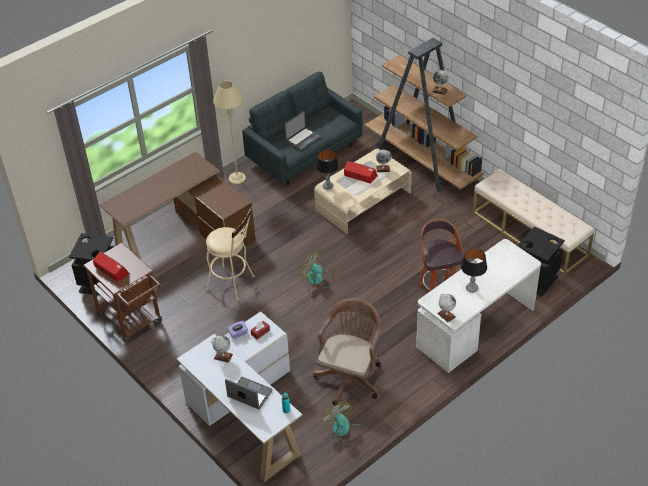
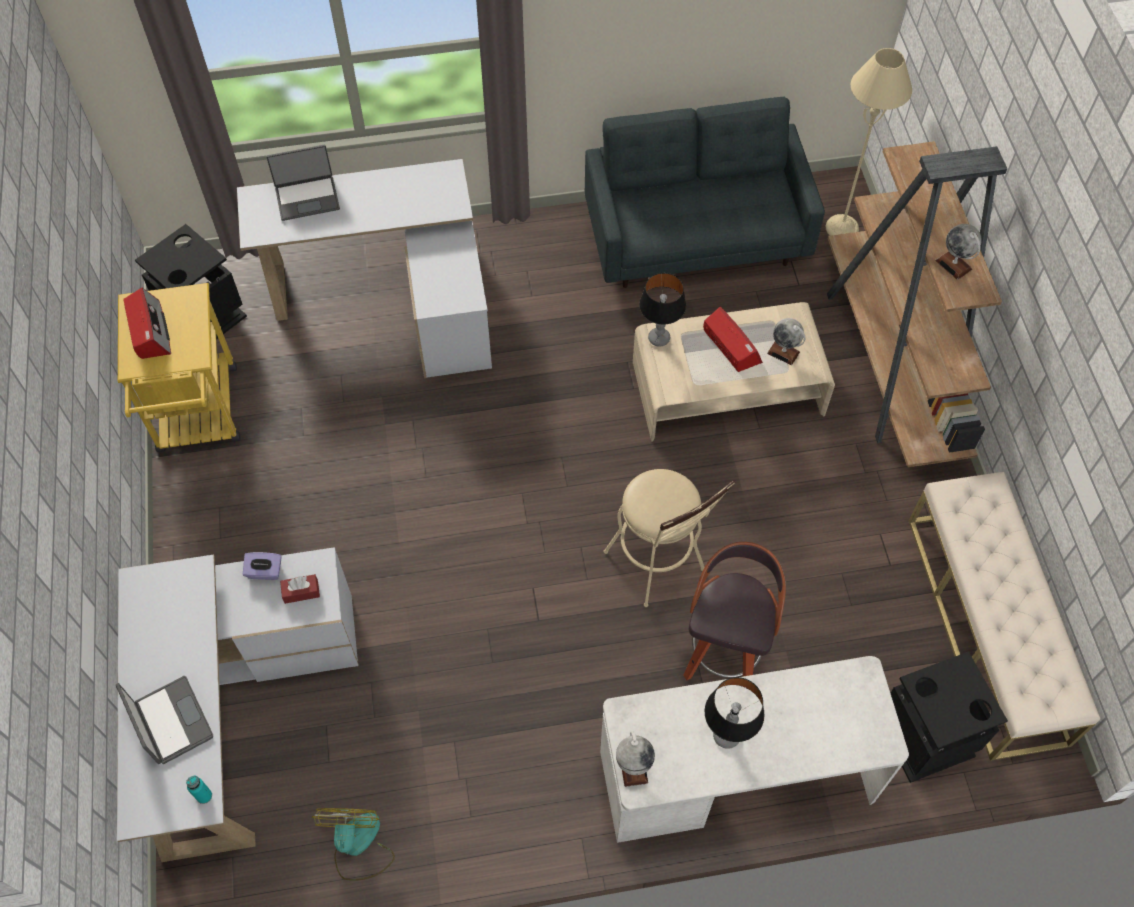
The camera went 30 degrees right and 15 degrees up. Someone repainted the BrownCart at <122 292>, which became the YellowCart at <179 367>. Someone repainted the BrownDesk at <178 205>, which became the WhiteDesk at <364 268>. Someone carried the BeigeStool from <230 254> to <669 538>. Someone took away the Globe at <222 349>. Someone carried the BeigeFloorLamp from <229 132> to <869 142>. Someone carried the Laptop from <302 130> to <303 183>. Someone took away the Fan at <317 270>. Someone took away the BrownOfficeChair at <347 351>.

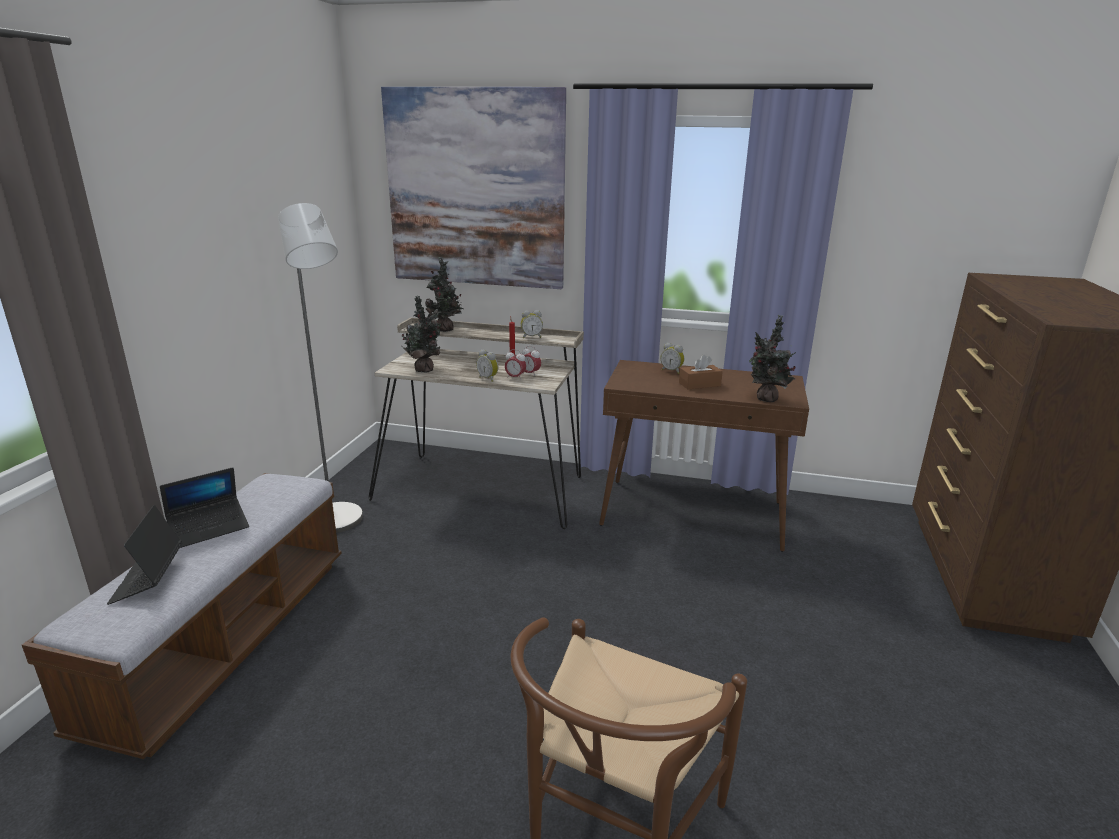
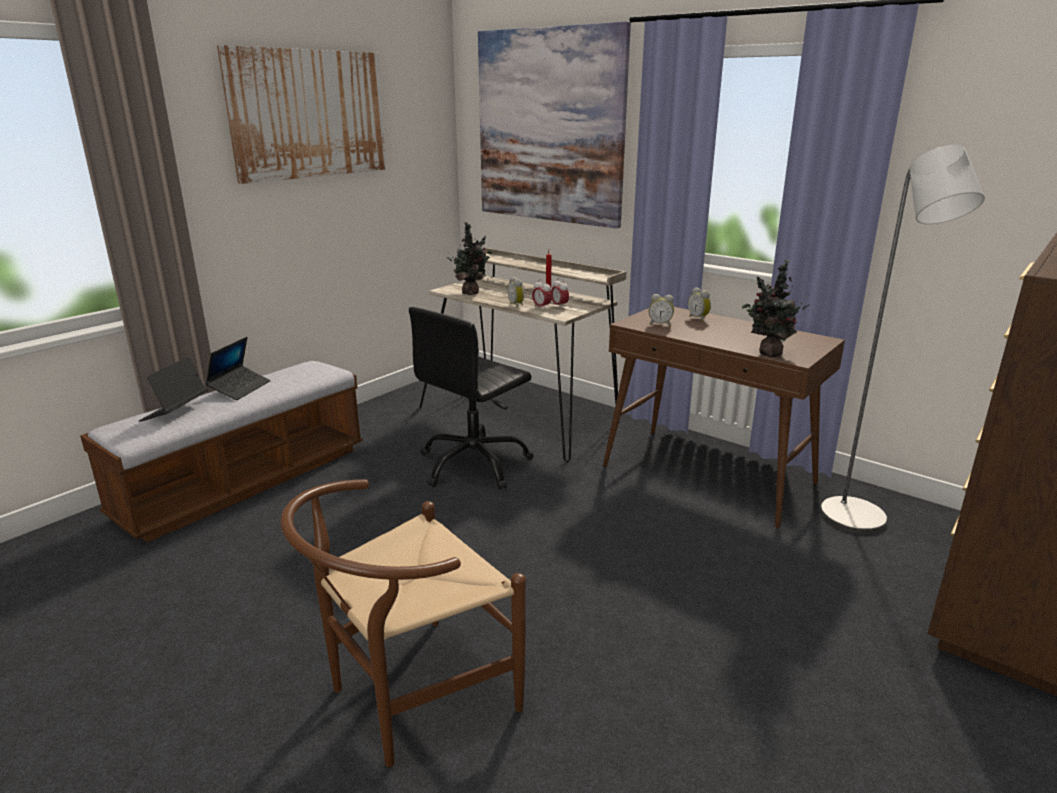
The camera went 25 degrees right and 0 degrees up. Someone rotated the Laptop at <204 507> by 60 degrees counterclockwise. Someone carried the GreyFloorLamp from <320 368> to <902 339>. Someone took away the PottedPlant at <444 294>. Someone carried the AlarmClock from <532 324> to <661 310>. Someone took away the BrownTissueBox at <701 371>. Someone put up the Picture at <302 114>. Someone put down the BlackOfficeChair at <471 398>.

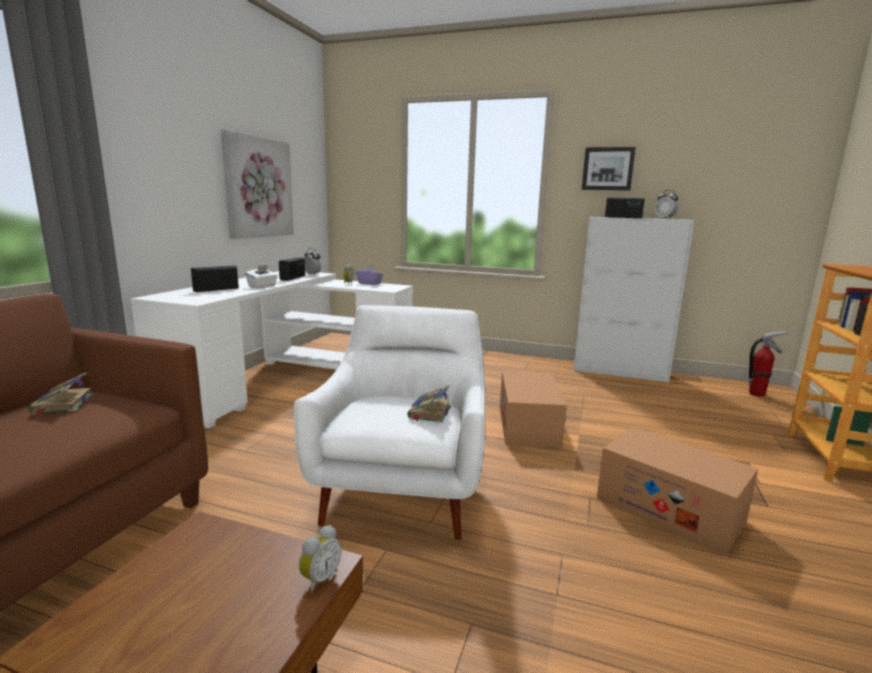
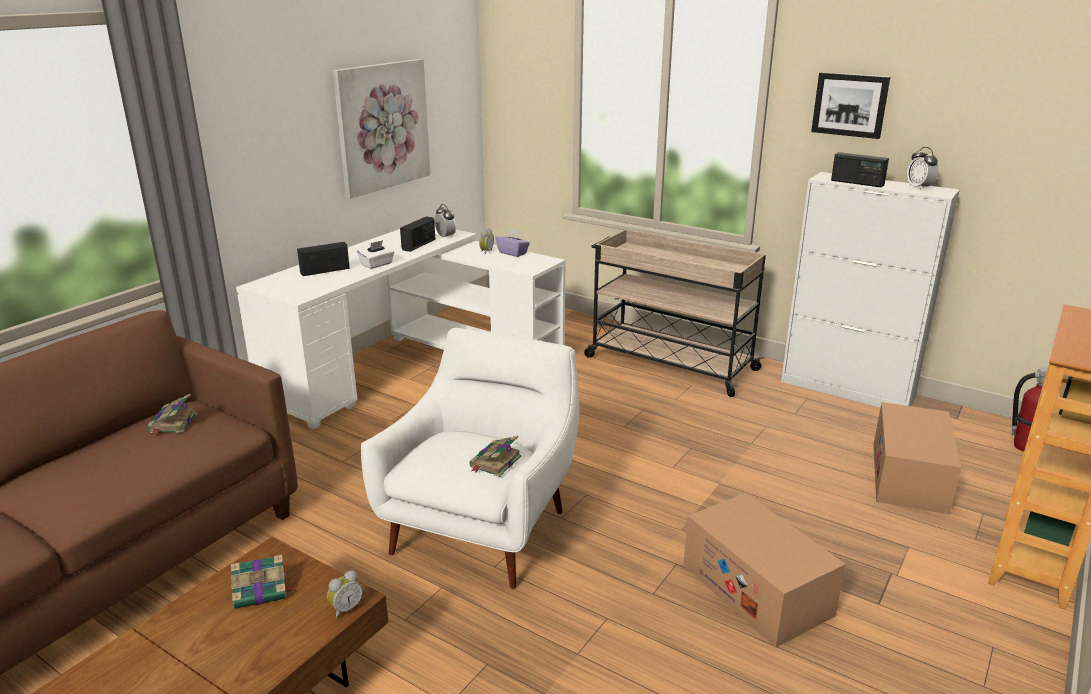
The camera went 15 degrees right and 10 degrees up. Someone carried the CardboardBox from <533 409> to <917 458>. Someone put down the Book at <263 582>. Someone put down the BeigeCart at <675 313>.

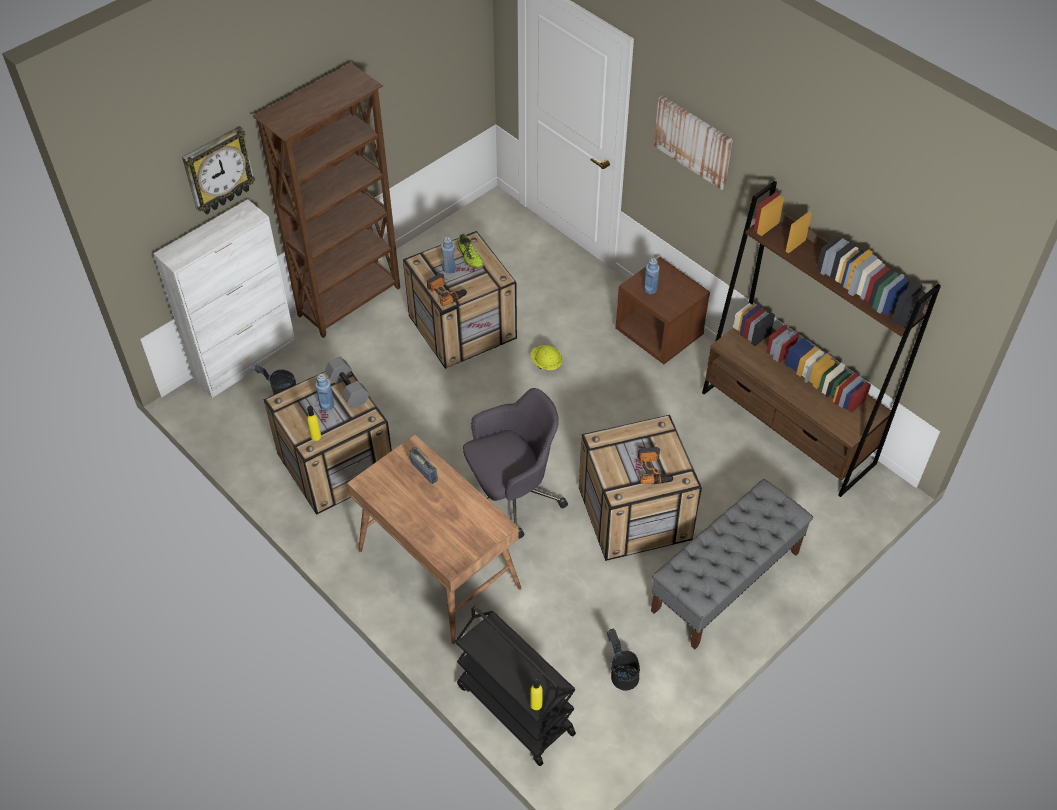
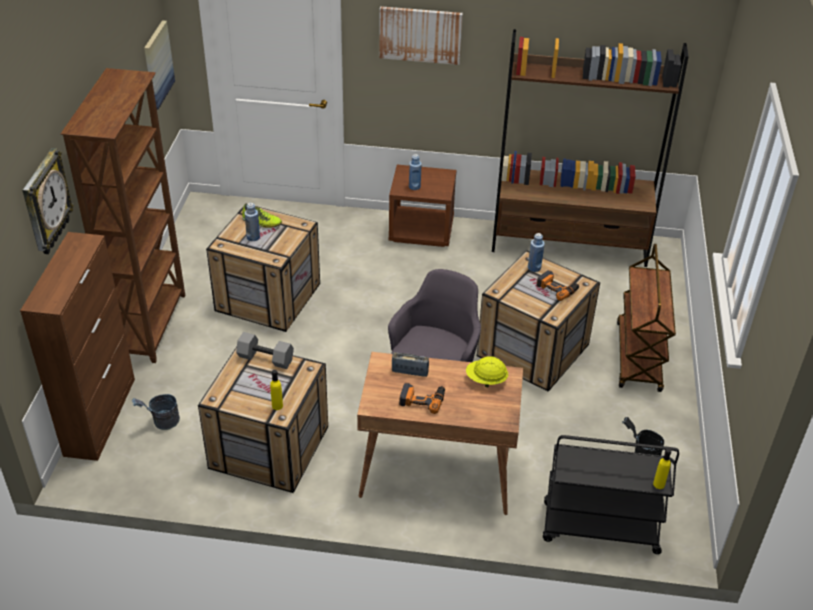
The camera went 40 degrees left and 10 degrees down. Someone repainted the WhiteCabinet at <224 298>, which became the BrownCabinet at <77 346>. Someone carried the BlueBottle from <324 392> to <536 252>. Someone carried the PowerDrill from <447 289> to <422 398>. Someone carried the YellowHardHat from <546 357> to <487 371>. Someone swapped the GreyBench at <732 564> for the BrownCart at <646 318>. Someone put up the Picture at <159 65>.

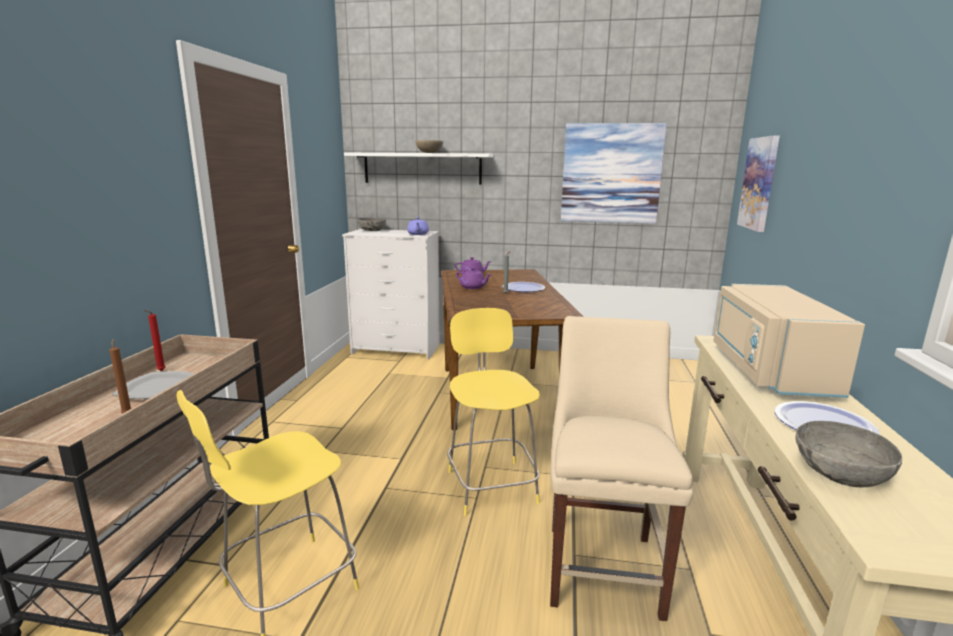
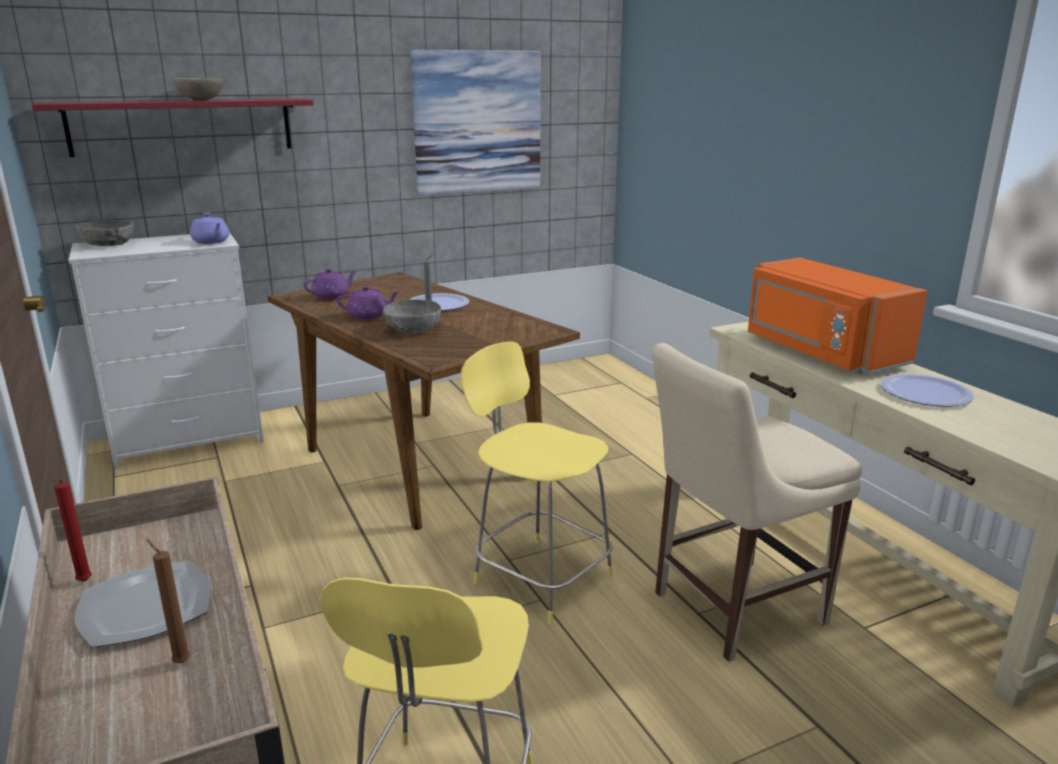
The camera went 35 degrees left and 5 degrees up. Someone repainted the WhiteShelf at <418 169>, which became the RedShelf at <173 127>. Someone rotated the BeigeChair at <621 468> by 90 degrees counterclockwise. Someone repainted the BeigeMicrowave at <789 341>, which became the OrangeMicrowave at <838 316>. Someone took away the Picture at <758 183>. Someone carried the GreyBowl from <849 454> to <412 316>.

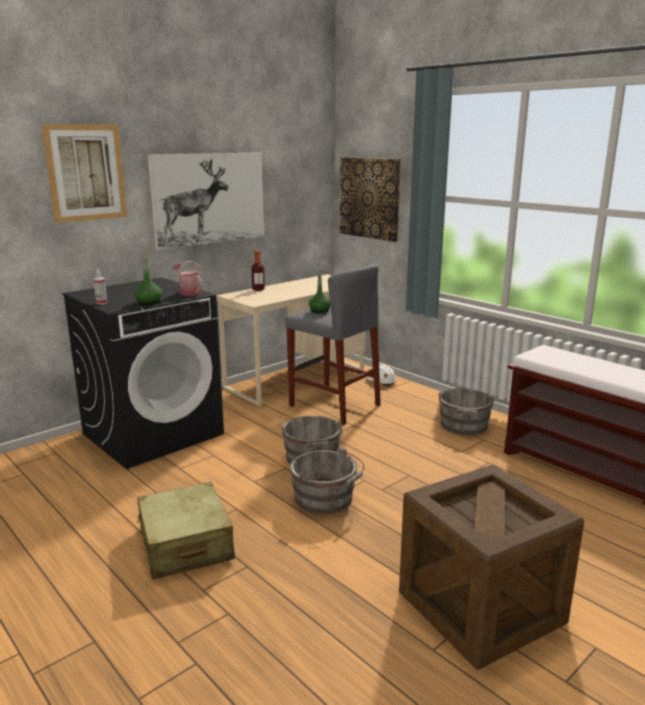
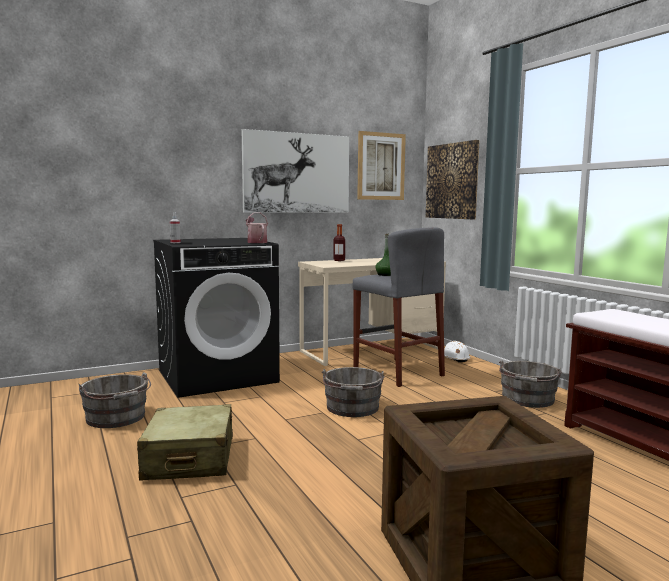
The camera went 15 degrees right and 10 degrees down. Someone carried the Picture from <84 173> to <381 165>. Someone took away the GreenBottle at <148 278>. Someone carried the GreyBucket from <327 480> to <115 400>.

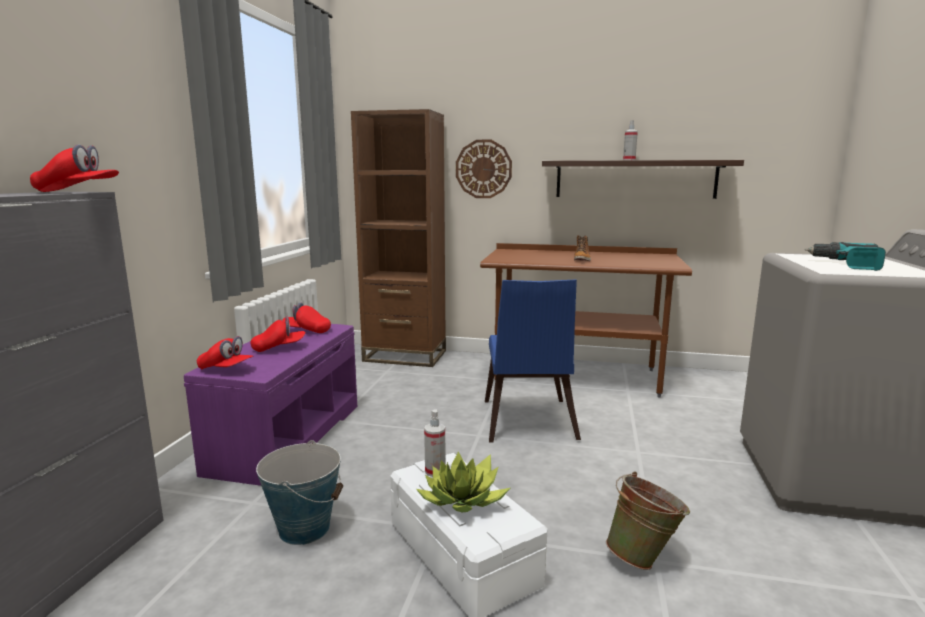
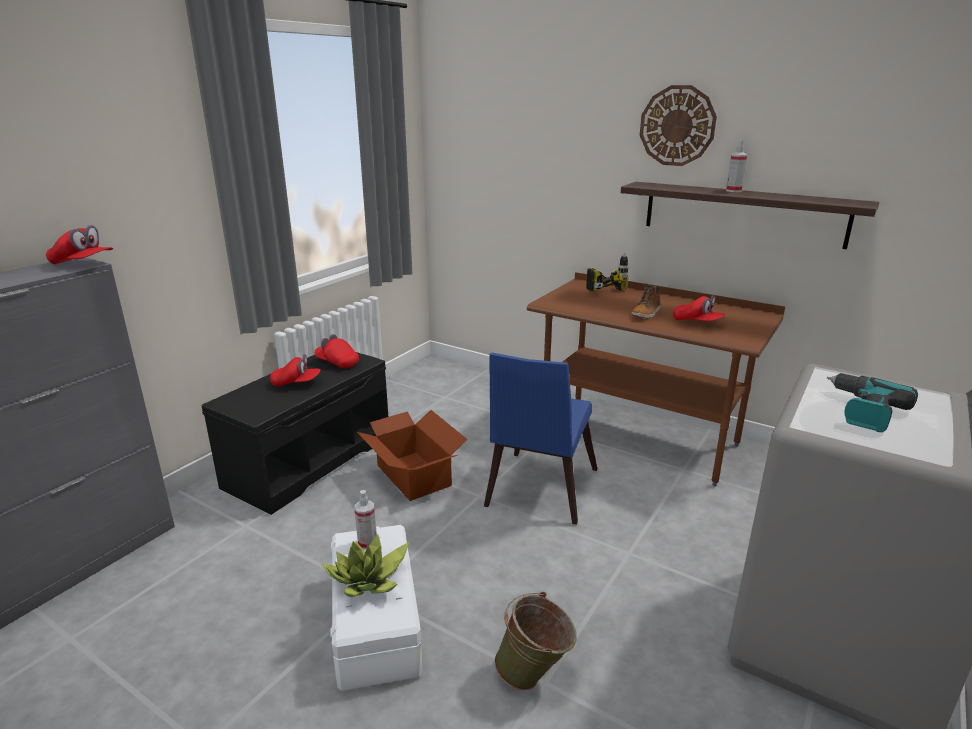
The camera went 20 degrees right and 10 degrees up. Someone repainted the PurpleBench at <270 405>, which became the BlackBench at <295 433>. Someone carried the RedCap from <225 352> to <699 308>. Someone took away the Bucket at <299 492>. Someone took away the BrownBookcase at <398 238>. Someone carried the WallClock from <484 169> to <678 125>. Someone put down the CardboardBox at <412 455>. Someone put down the PowerDrill at <607 272>.

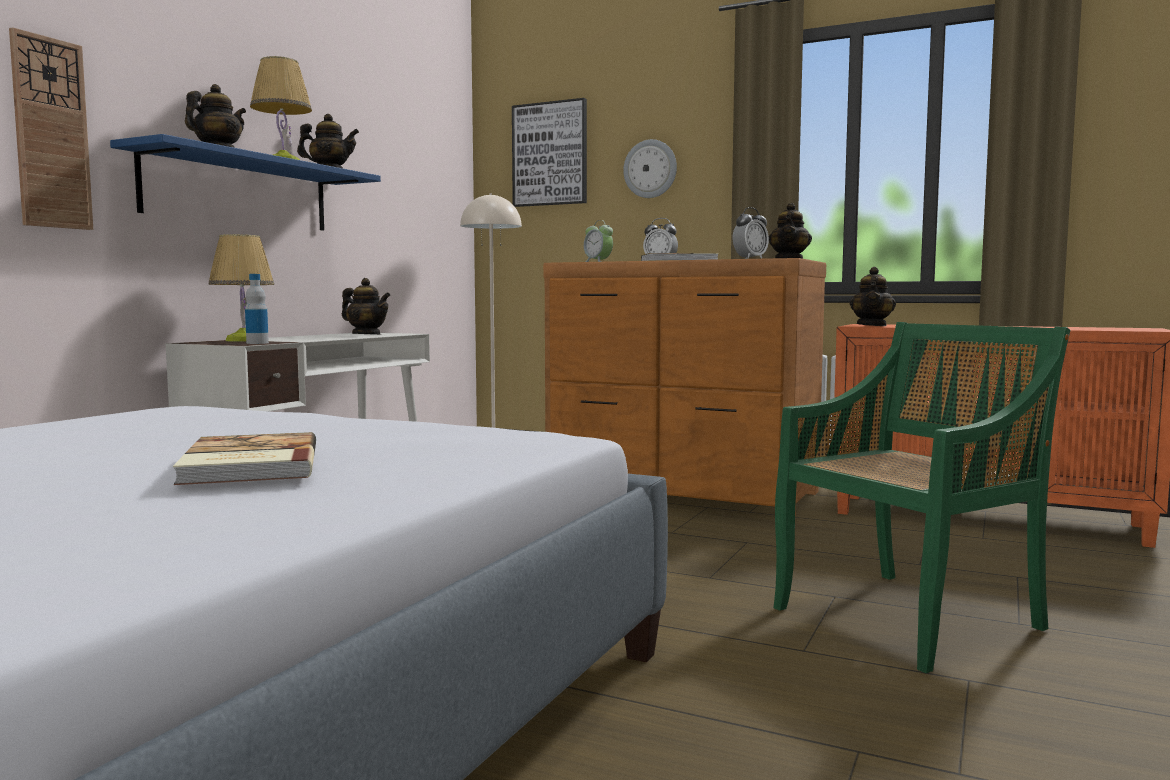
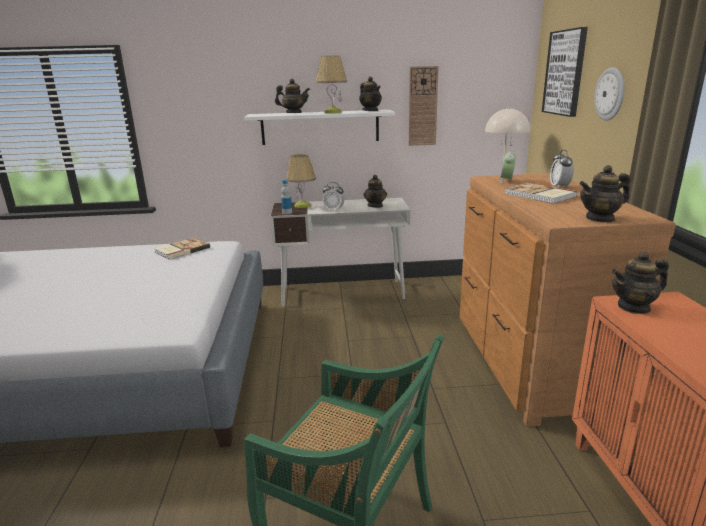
The camera went 60 degrees right and 15 degrees up. Someone carried the WallClock from <51 128> to <423 106>. Someone repainted the BlueShelf at <245 182>, which became the WhiteShelf at <319 127>. Someone carried the Book from <244 458> to <182 249>. Someone carried the AlarmClock from <751 233> to <334 197>.

